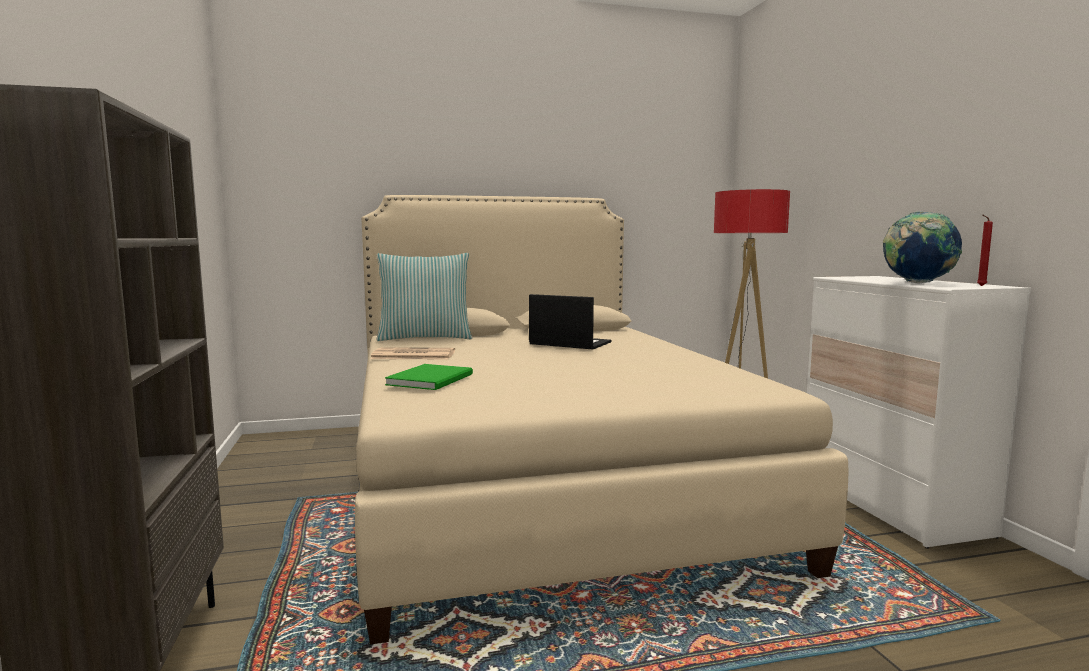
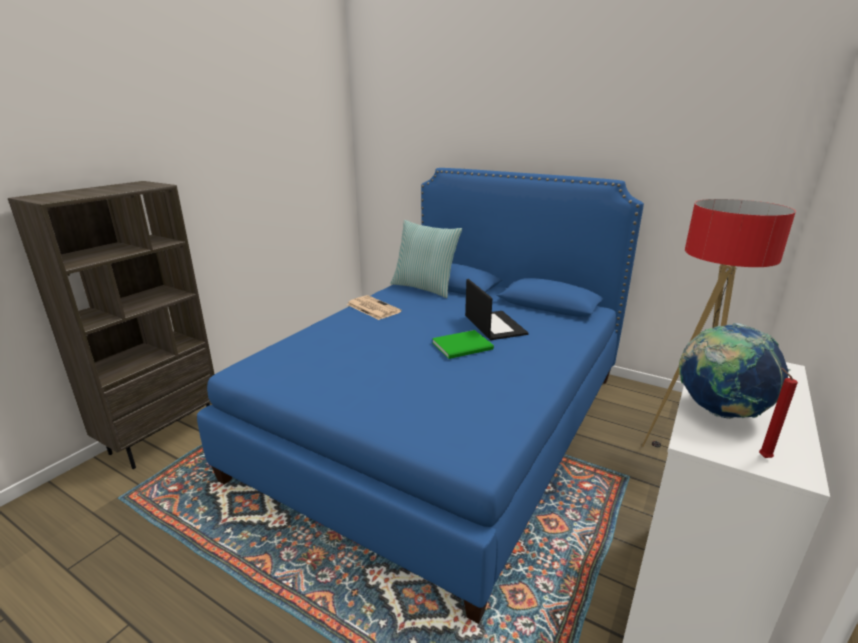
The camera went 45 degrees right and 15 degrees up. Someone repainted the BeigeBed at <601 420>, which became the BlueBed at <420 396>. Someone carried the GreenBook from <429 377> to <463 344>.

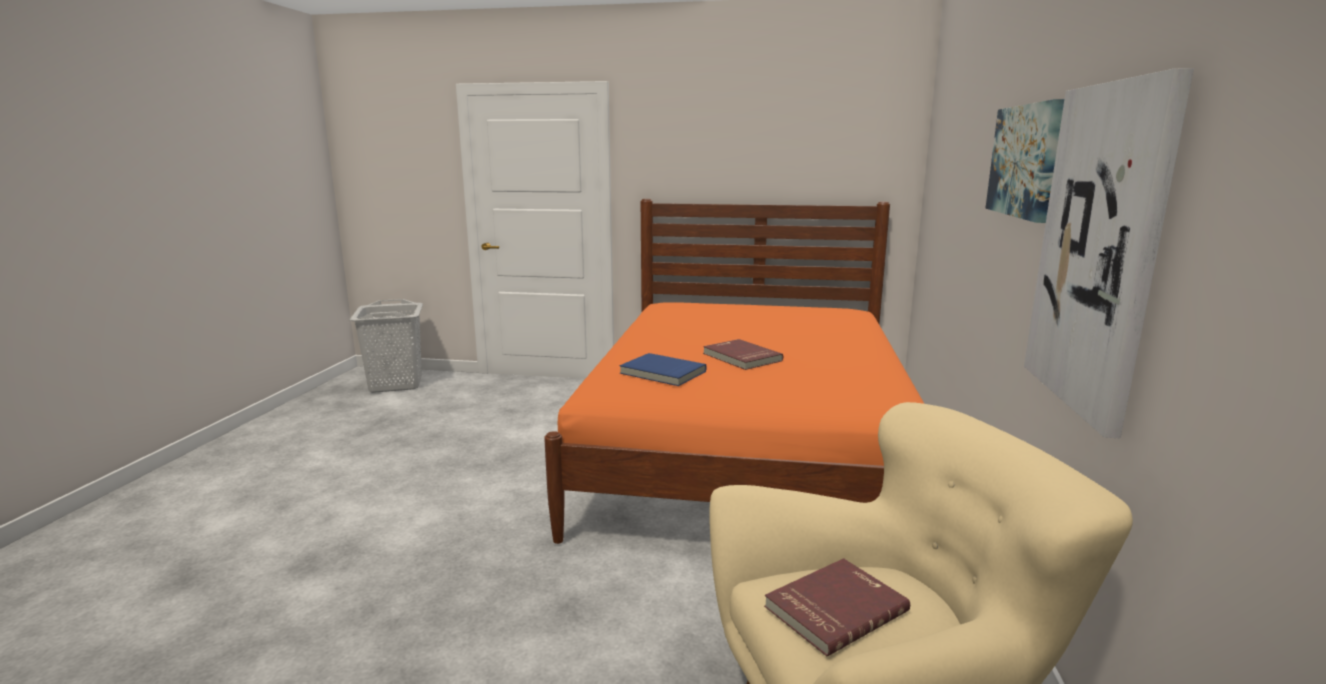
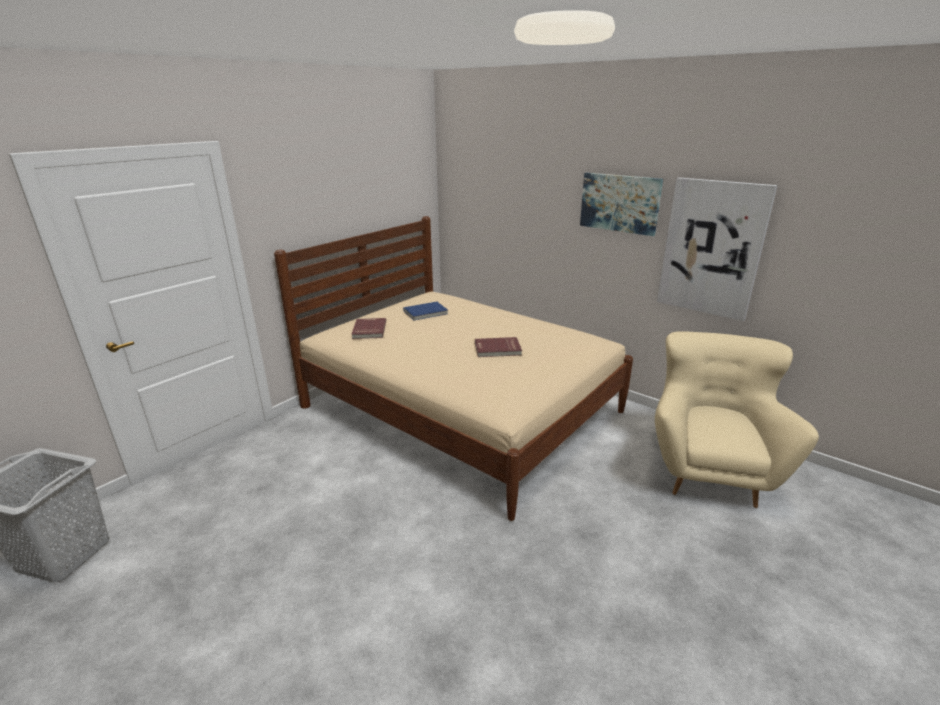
The camera went 60 degrees left and 10 degrees up. Someone repainted the OrangeBed at <734 371>, which became the BeigeBed at <453 368>. Someone carried the BlueBook from <663 369> to <425 311>. Someone carried the RedBook from <837 607> to <368 328>.

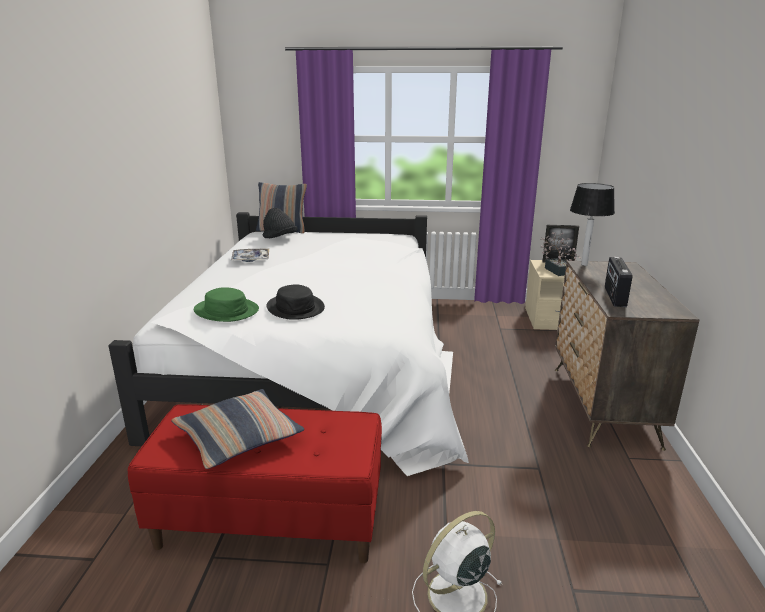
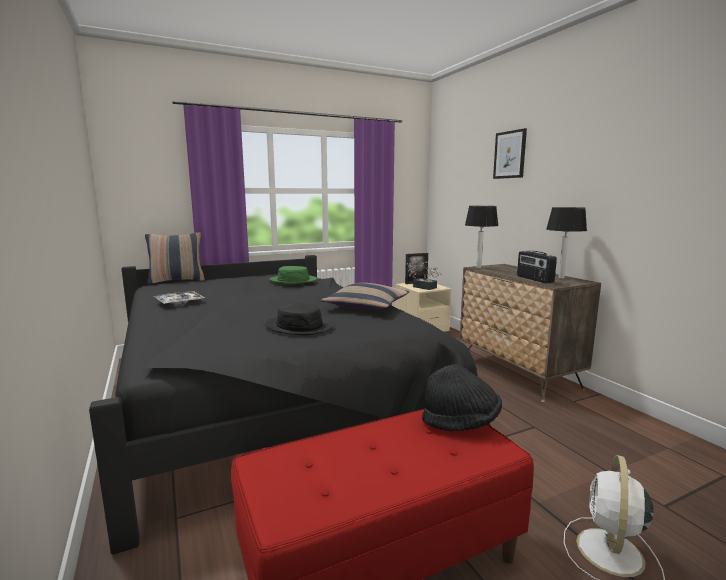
The camera went 30 degrees left and 10 degrees down. Someone repainted the WhiteBed at <288 344>, which became the BlackBed at <290 405>. Someone carried the Pillow from <238 429> to <365 296>. Someone carried the GreenHat from <226 305> to <293 275>. Someone carried the BlackHat from <280 223> to <462 397>. Someone put up the Picture at <510 153>. Someone put down the TableLamp at <566 243>.

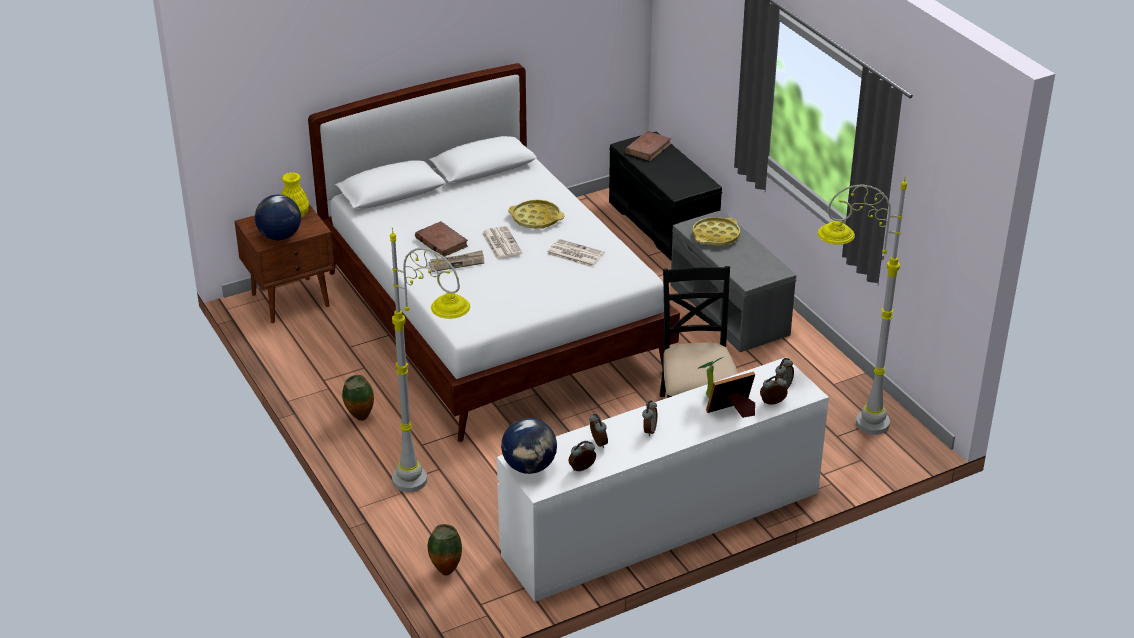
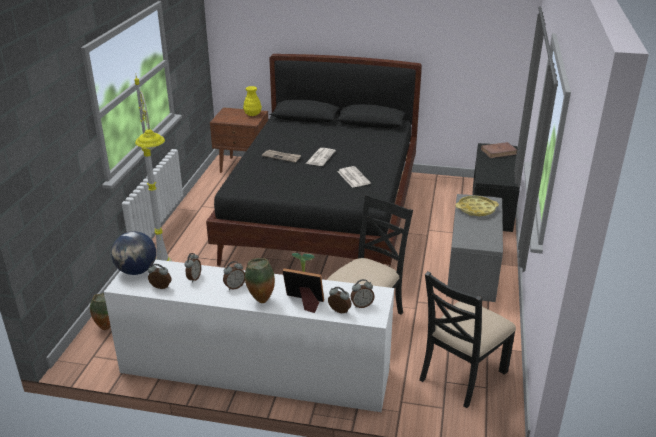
The camera went 40 degrees right and 5 degrees down. Someone took away the Globe at <278 217>. Someone repainted the WhiteBed at <494 252>, which became the BlackBed at <314 160>. Someone carried the Vase from <358 398> to <260 280>. Someone took away the BrownBook at <441 239>. Someone took away the YellowTray at <536 214>. Someone swapped the GreyFloorLamp at <862 305> for the BlackChair at <467 339>.

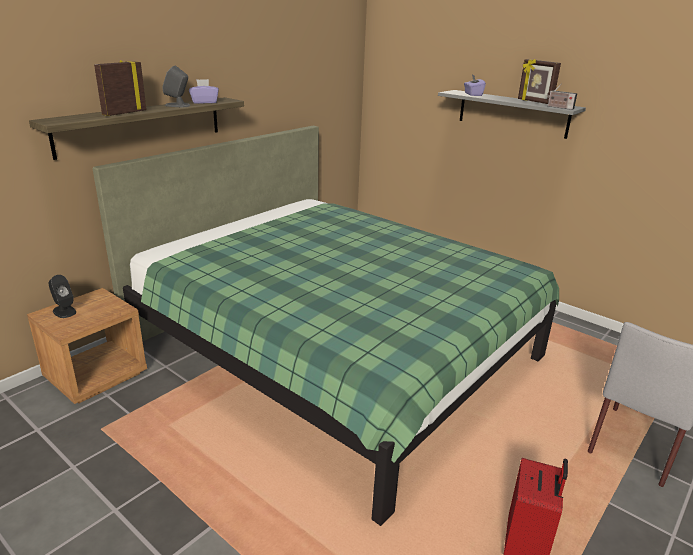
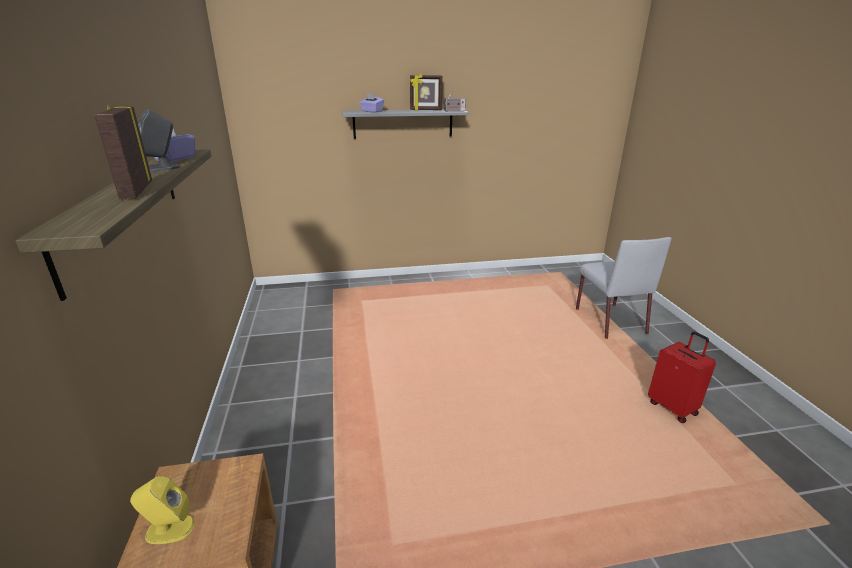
The camera went 50 degrees left and 0 degrees up. Someone repainted the BlackSpeaker at <62 296>, which became the YellowSpeaker at <162 510>. Someone took away the GreenBed at <325 326>.

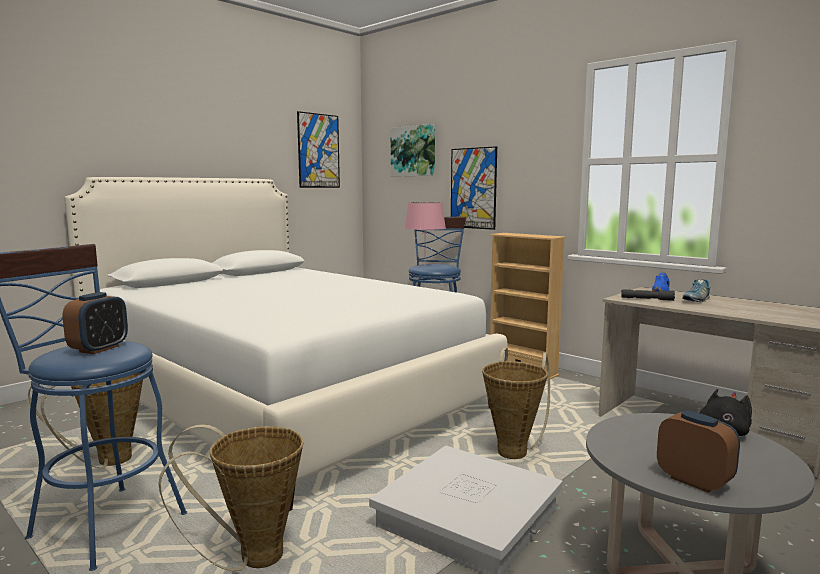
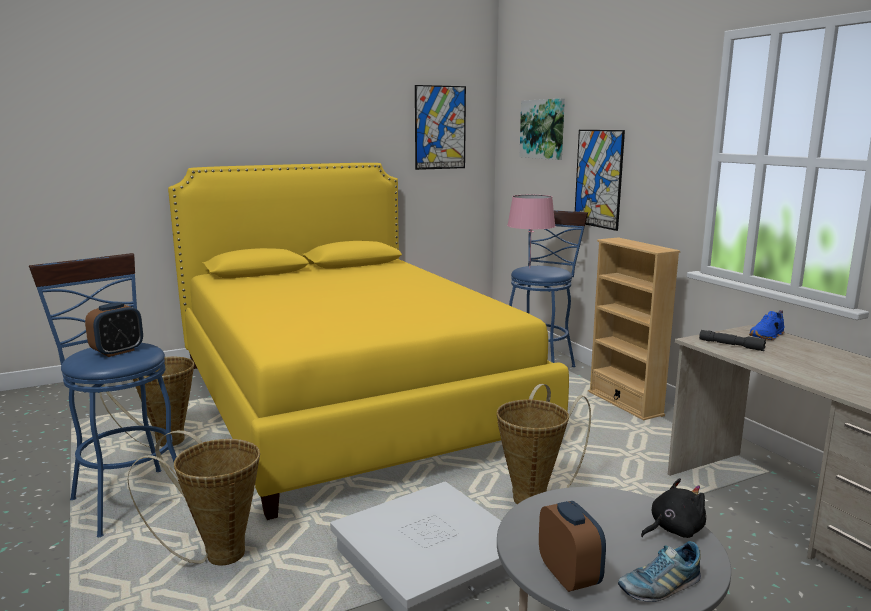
The camera went 20 degrees right and 5 degrees up. Someone repainted the WhiteBed at <286 344>, which became the YellowBed at <368 341>. Someone carried the Shoe from <696 290> to <659 571>.

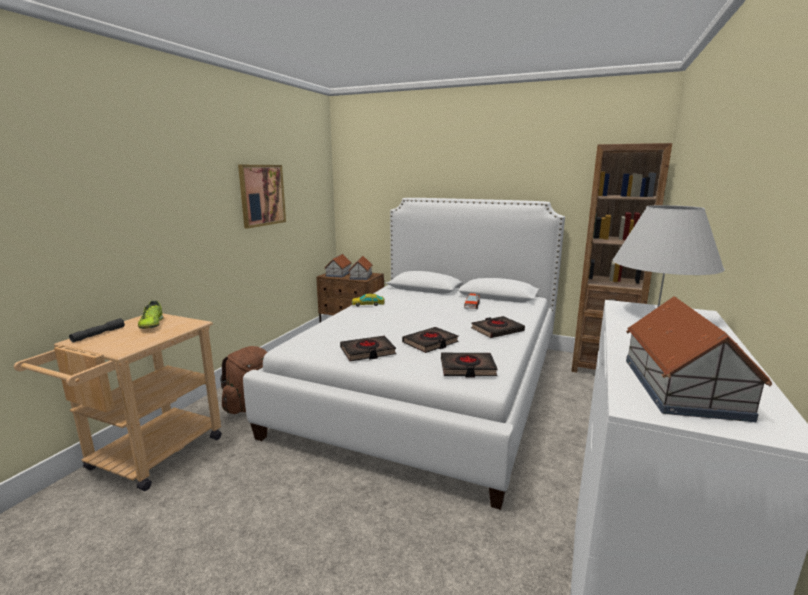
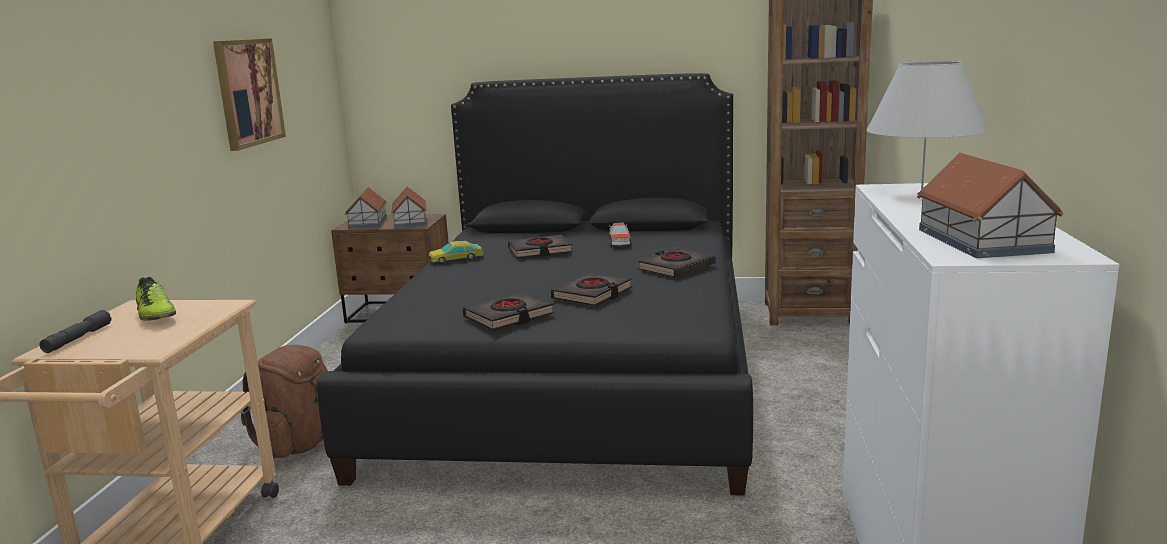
The camera went 15 degrees left and 0 degrees up. Someone repainted the WhiteBed at <404 354>, which became the BlackBed at <535 284>. Someone carried the BlackBook from <469 365> to <540 246>.

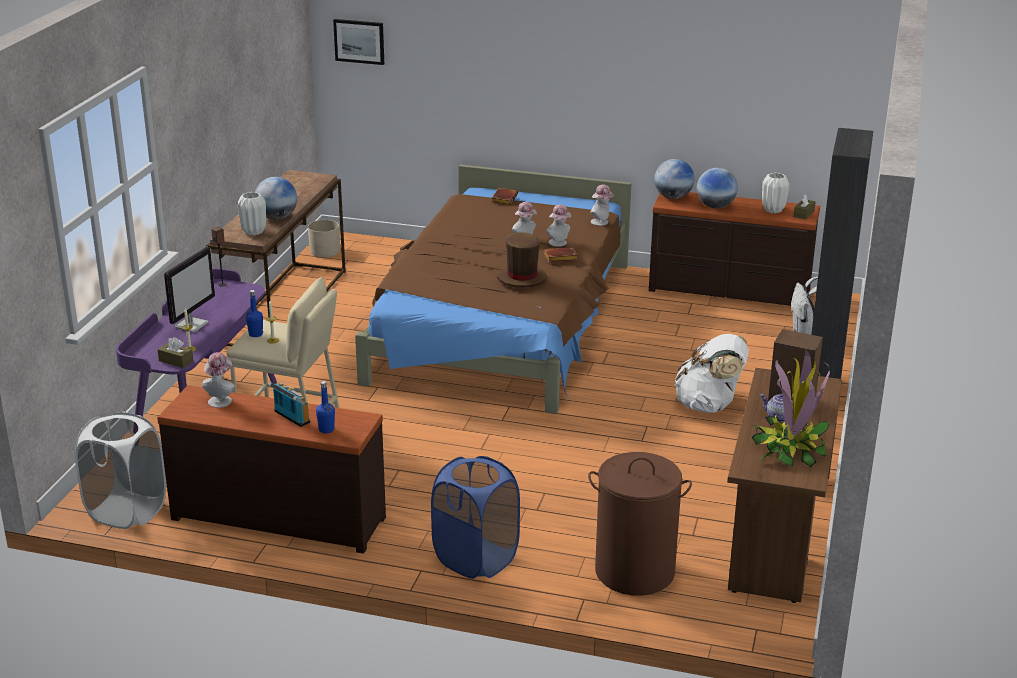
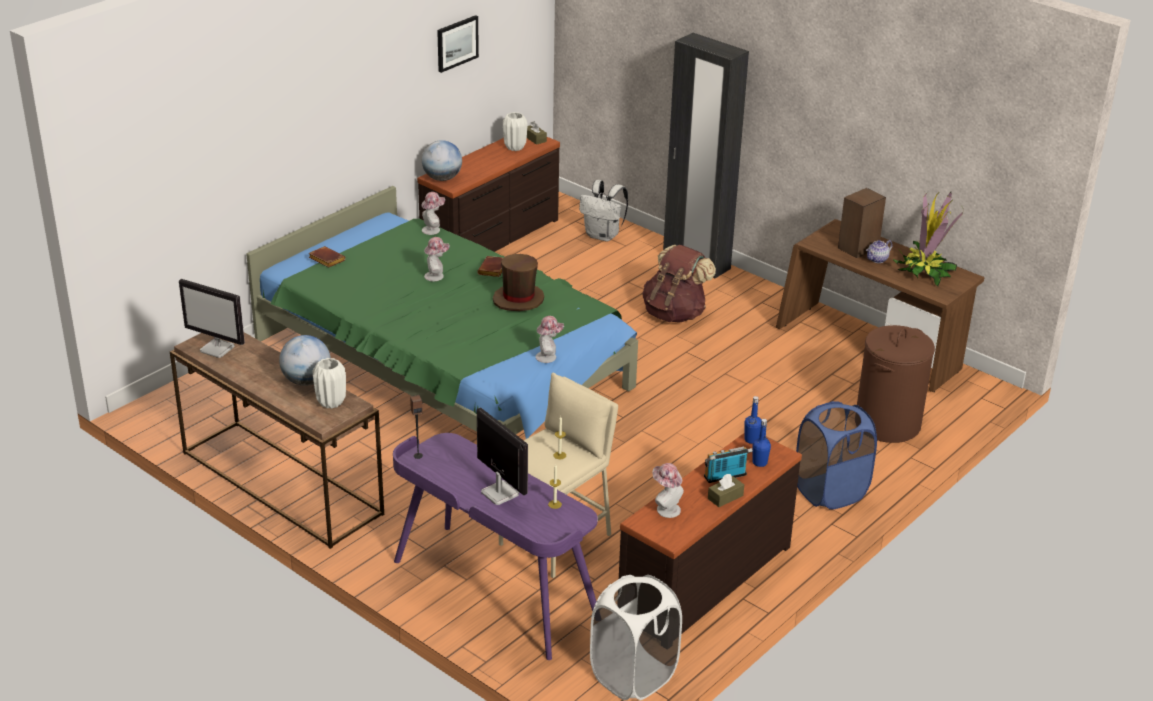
The camera went 65 degrees left and 5 degrees up. Someone carried the BrownTissueBox from <175 352> to <726 490>. Someone carried the BlueBottle from <254 313> to <752 420>. Someone took away the BeigePlanter at <324 239>. Someone carried the Picture from <358 42> to <458 44>. Someone repainted the BrownBed at <493 289>, which became the GreenBed at <442 312>. Someone carried the Hat from <558 225> to <550 339>. Someone repainted the WhiteBackpack at <711 373>, which became the BrownBackpack at <679 284>. Someone took away the Globe at <717 188>. Someone put down the Monitor at <212 318>.

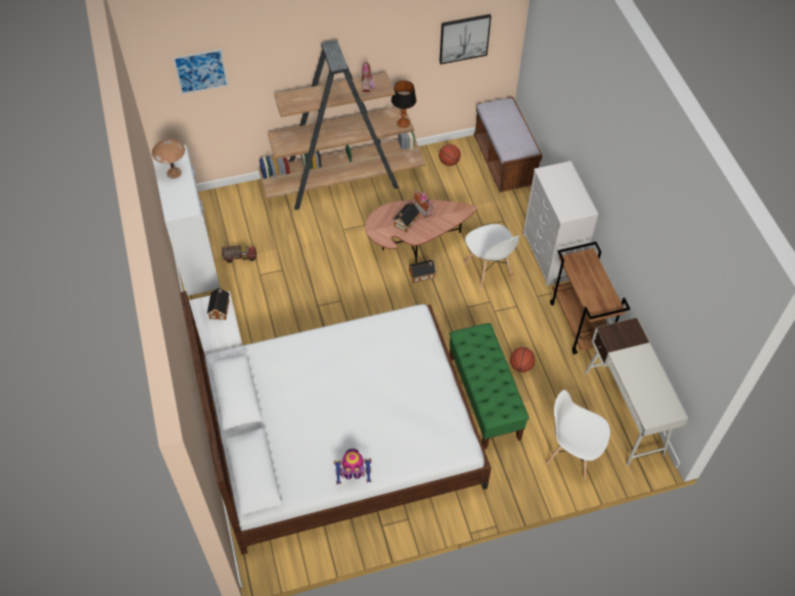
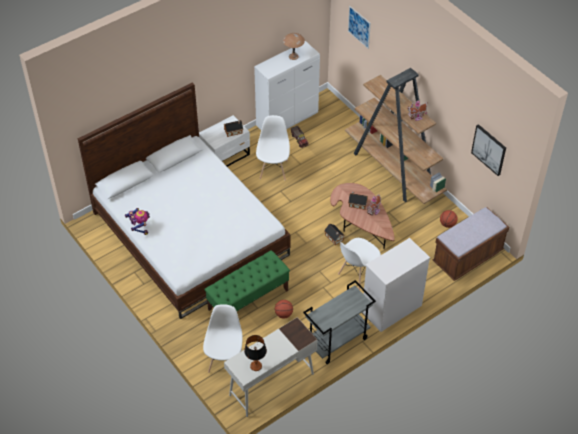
The camera went 70 degrees right and 5 degrees down. Someone carried the TableLamp from <403 104> to <255 353>. Someone repainted the BrownCart at <590 298>, which became the GreyCart at <339 322>. Someone put down the WhiteChair at <273 147>.

